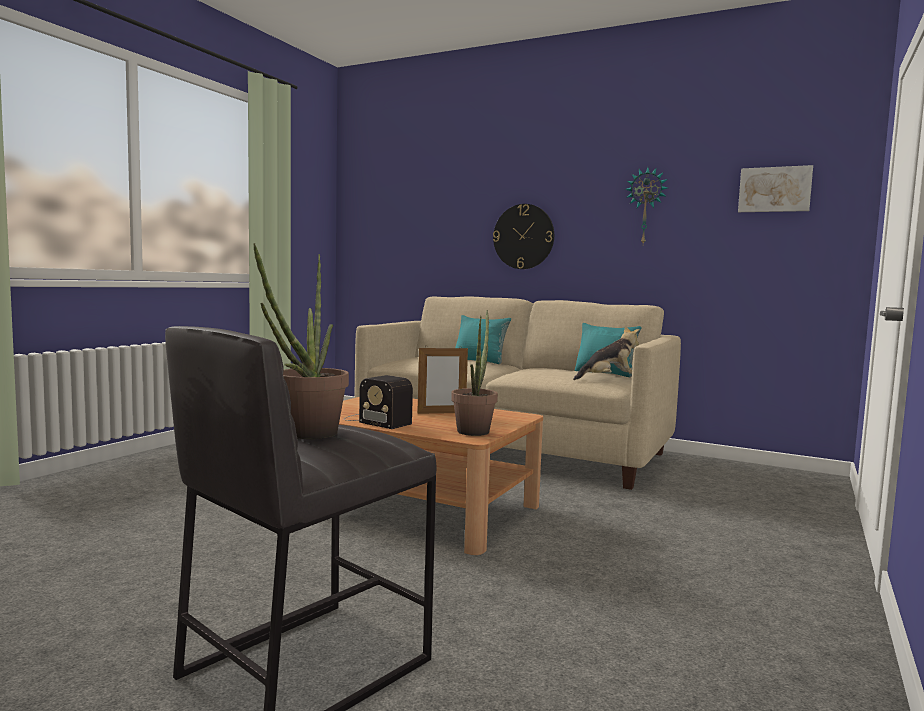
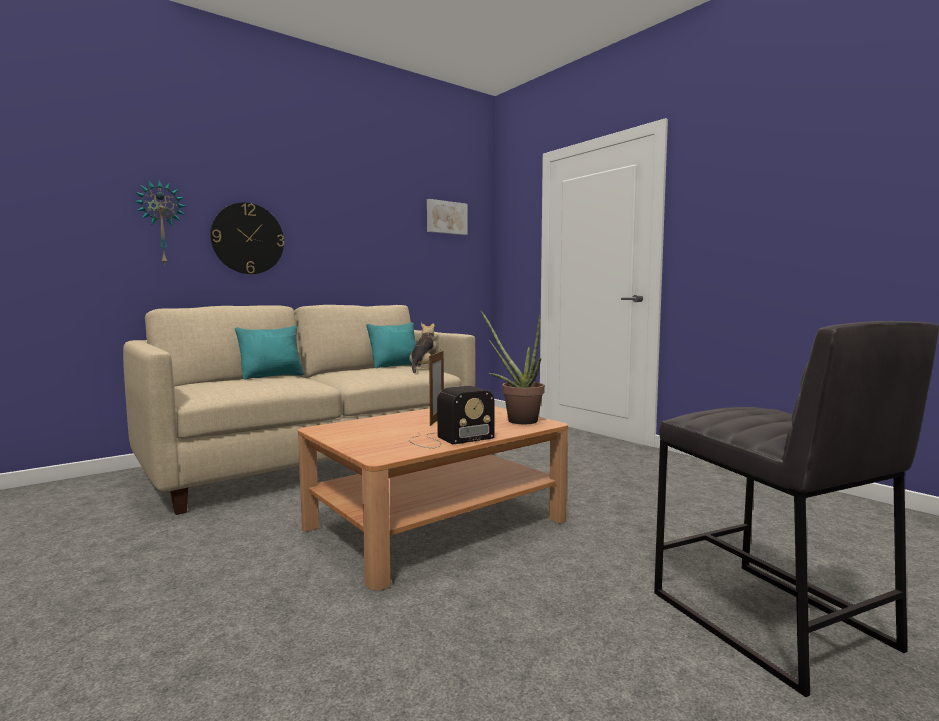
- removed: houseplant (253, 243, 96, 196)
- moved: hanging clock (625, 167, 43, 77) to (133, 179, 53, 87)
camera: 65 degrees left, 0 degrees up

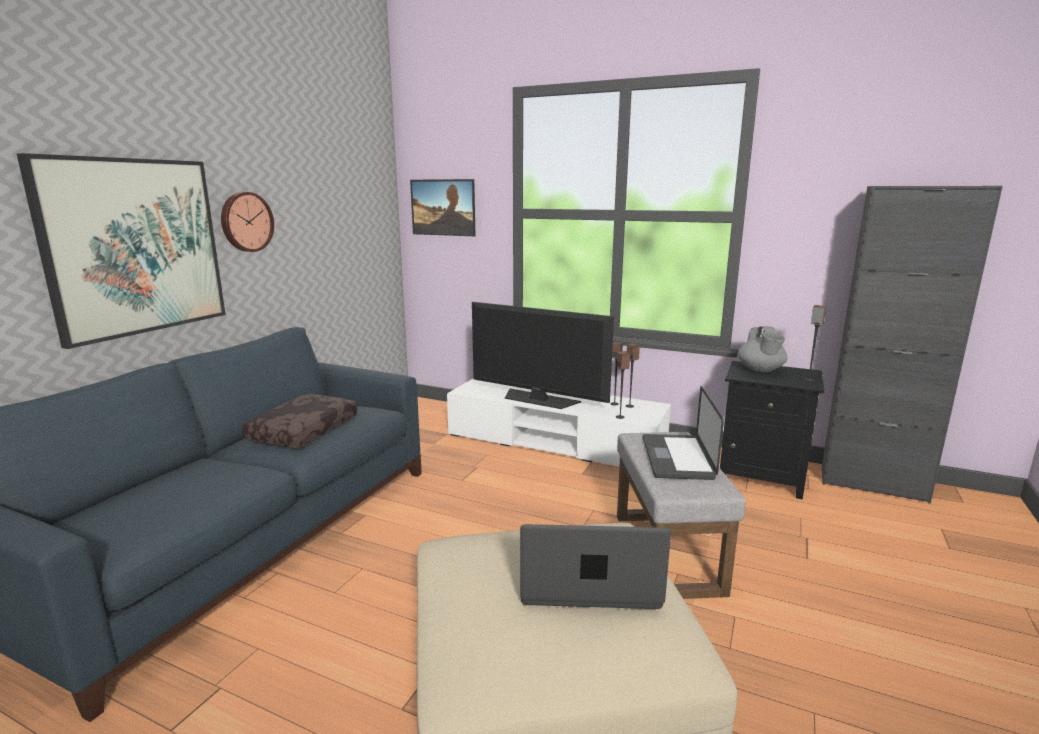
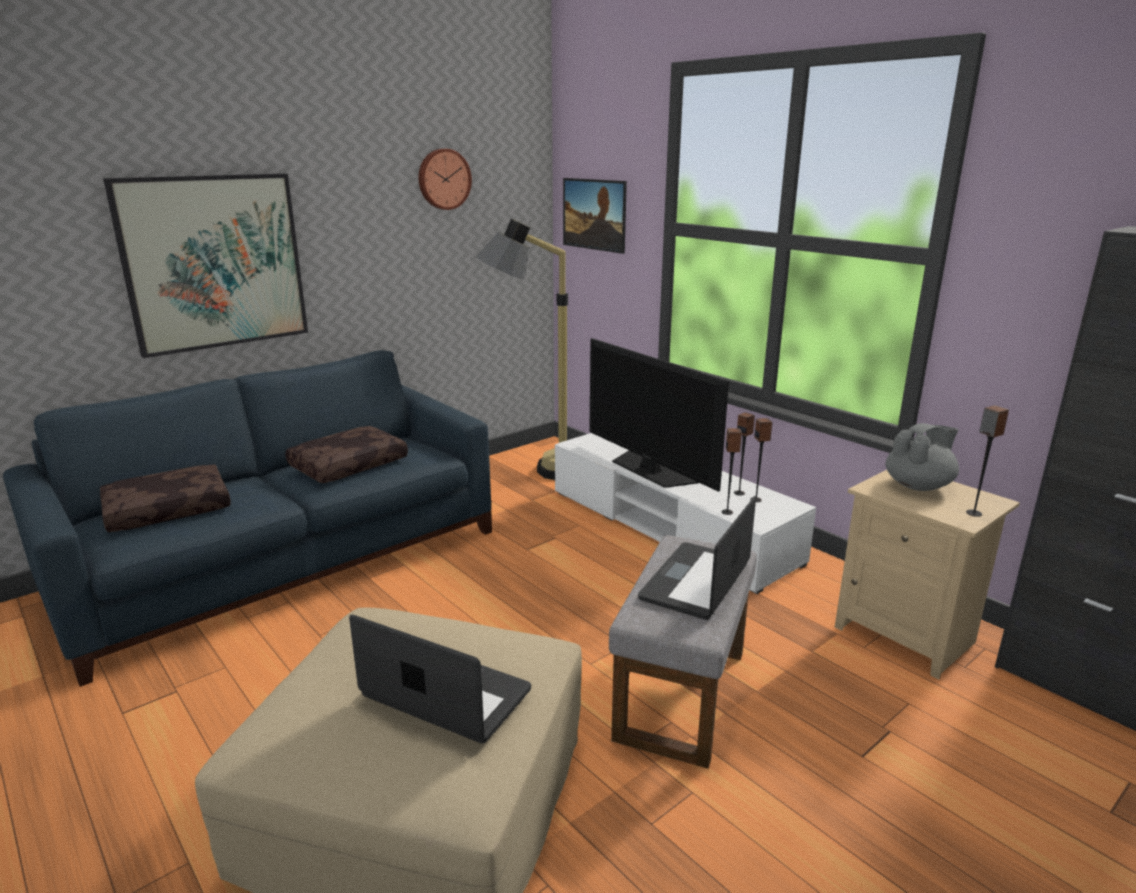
- added: brown-coloured pillow (100, 464, 131, 68)
- added: standard lamp (476, 219, 92, 261)
- moved: hanging clock (221, 192, 53, 60) to (419, 149, 53, 61)
- recoloured: black night table (720, 361, 104, 139) to beige-coloured night table (835, 470, 185, 209)
- turned: greyish teapot (738, 326, 49, 47) = (886, 423, 73, 68) 150 degrees counterclockwise
camera: 25 degrees right, 5 degrees up

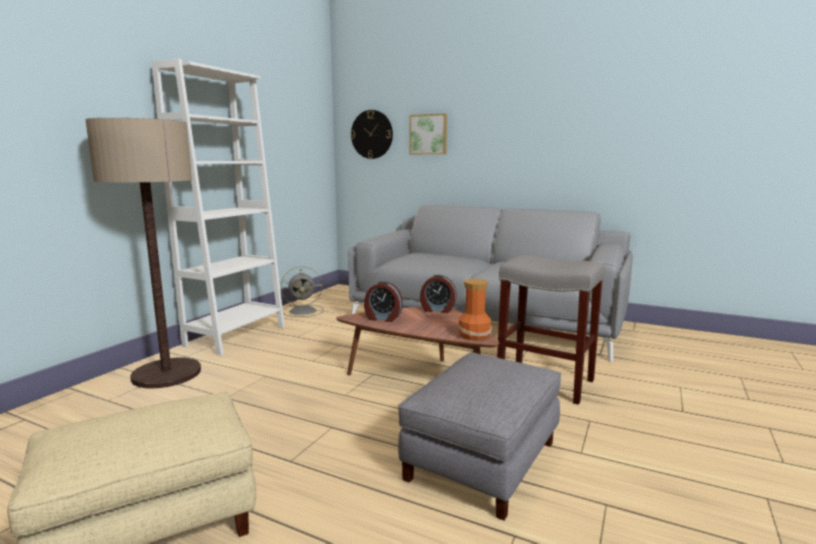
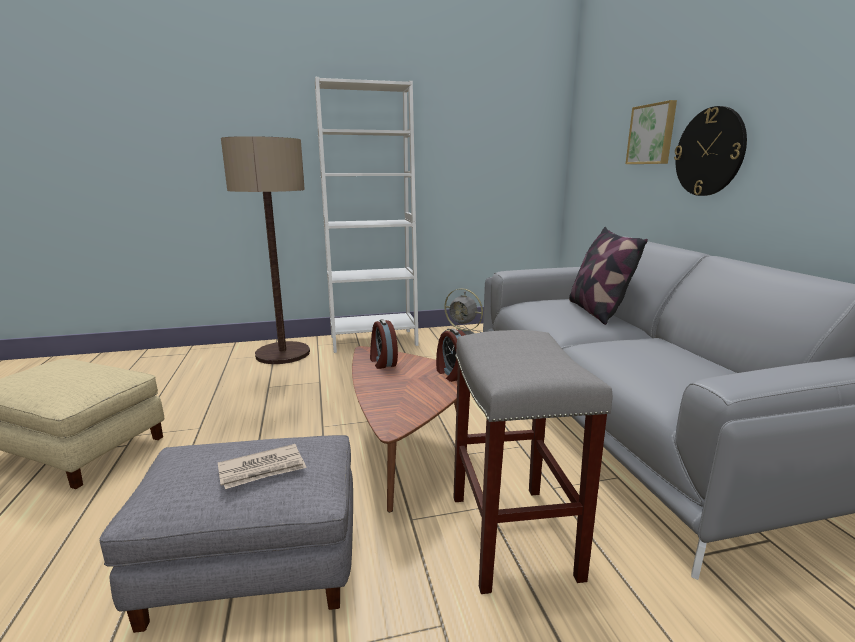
- removed: flower vase (458, 279, 34, 61)
- added: printed paper (218, 444, 89, 45)
- added: pillow (569, 227, 79, 98)
- moved: hanging clock (350, 110, 43, 49) to (674, 106, 73, 90)
camera: 50 degrees right, 5 degrees up

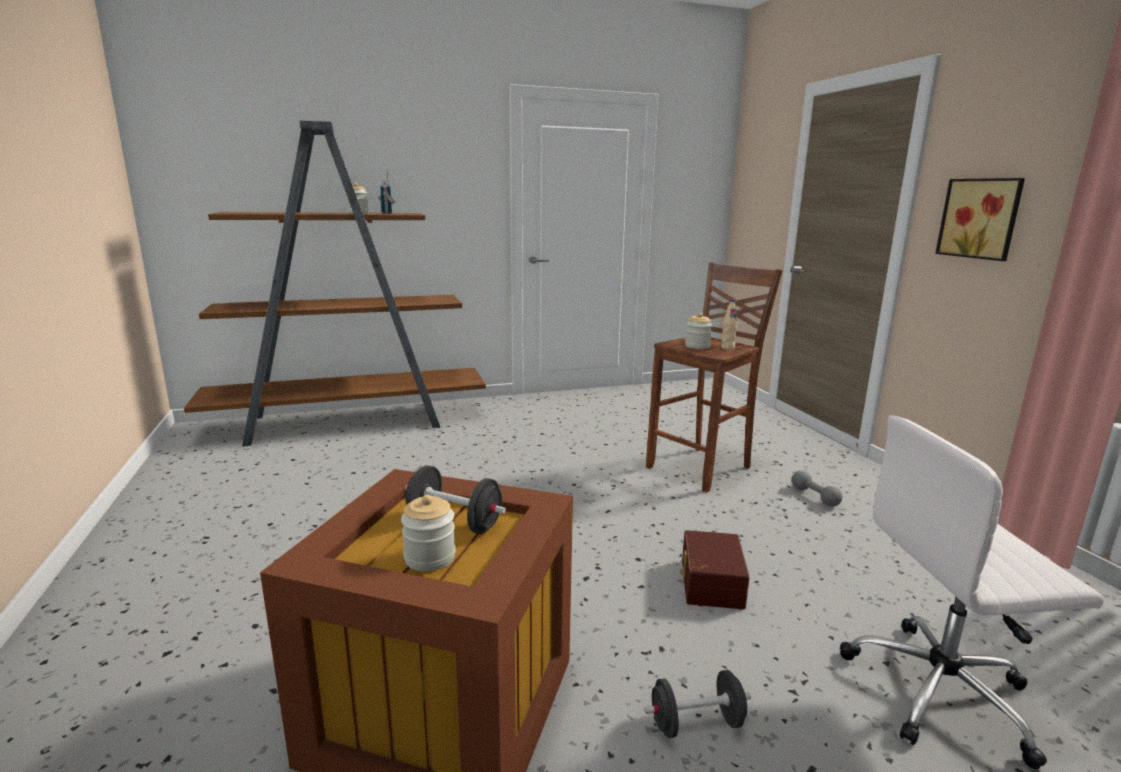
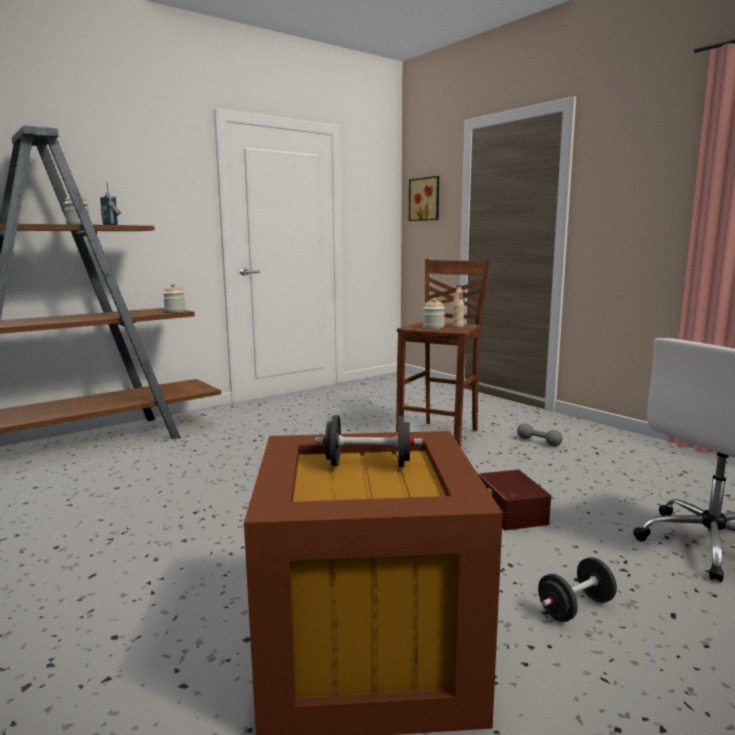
- moved: jar (401, 495, 55, 76) to (163, 283, 22, 29)
- moved: wall picture (935, 178, 90, 83) to (409, 176, 30, 45)
camera: 20 degrees left, 5 degrees down

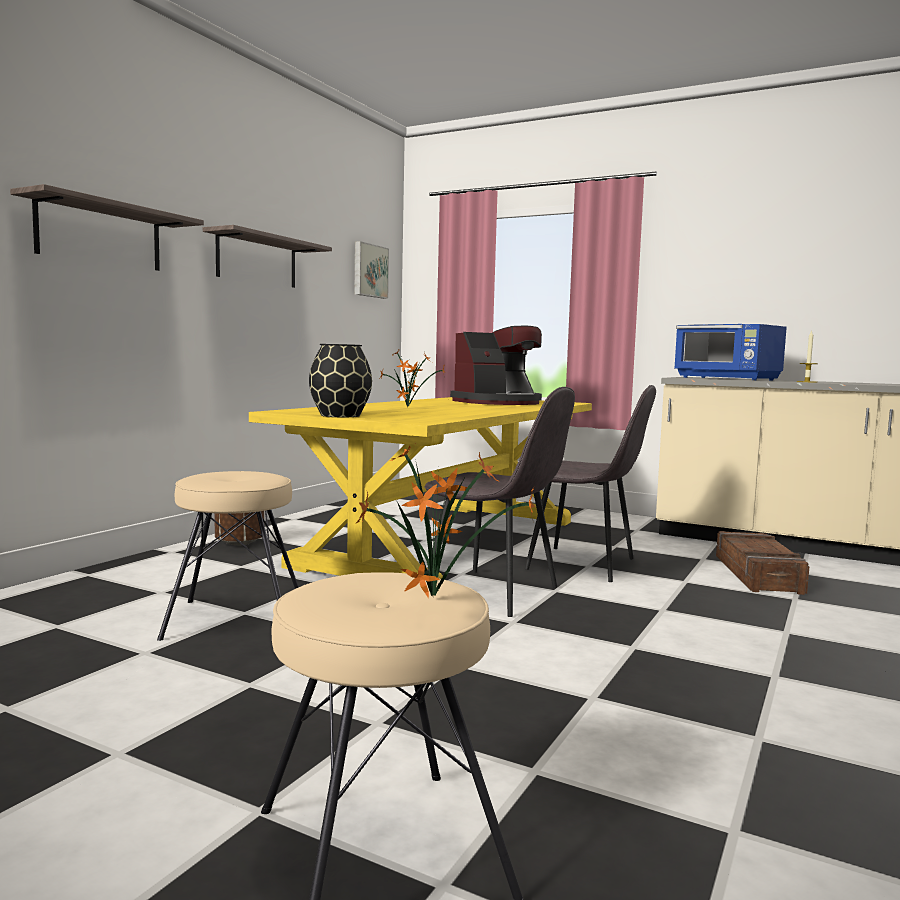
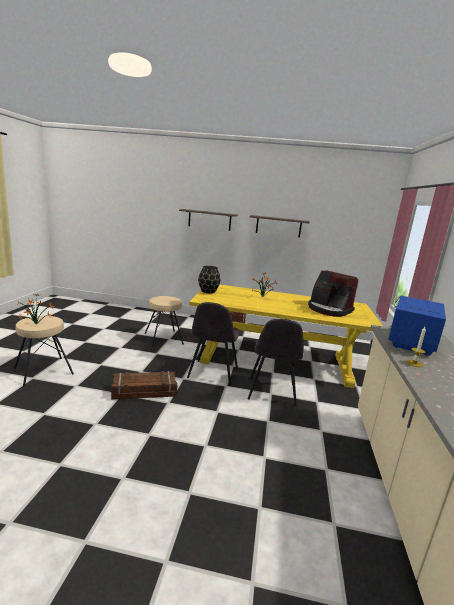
- removed: wall picture (355, 241, 34, 58)
- moved: shipping crate (716, 531, 93, 64) to (111, 371, 66, 29)
camera: 70 degrees right, 10 degrees up

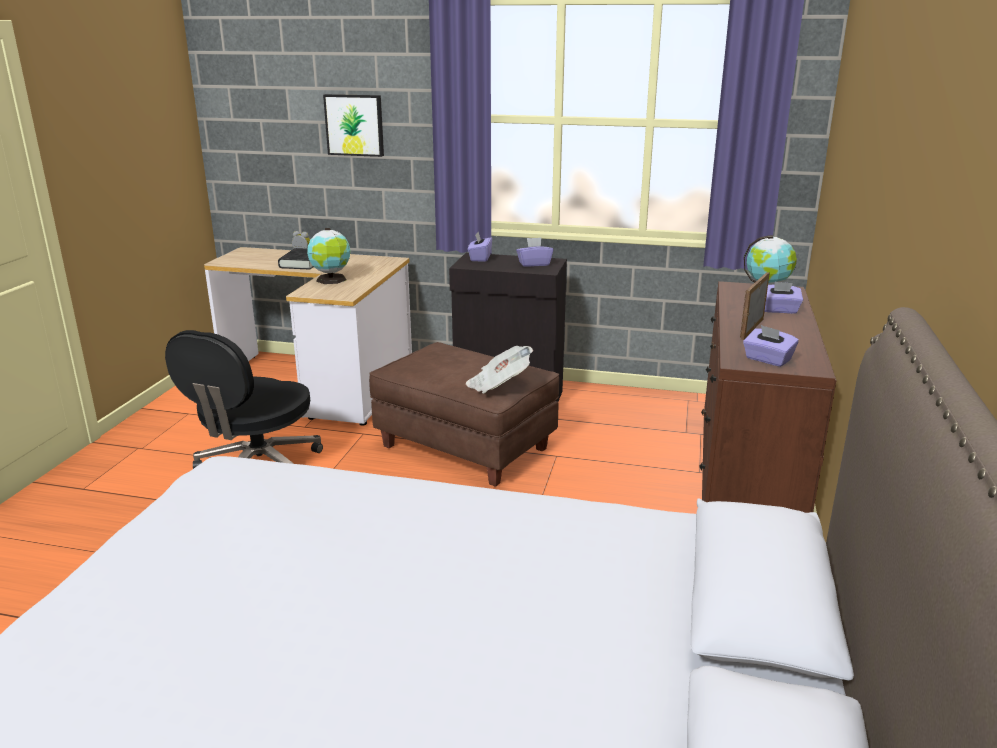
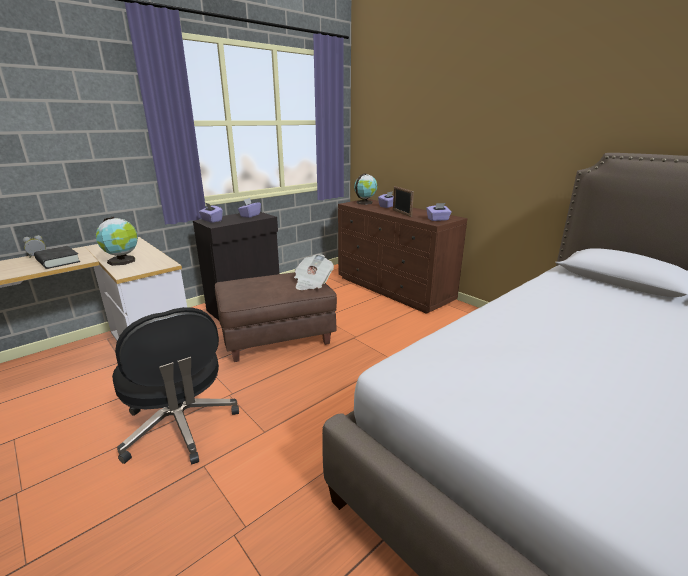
- removed: wall picture (323, 94, 61, 63)
camera: 55 degrees left, 0 degrees up

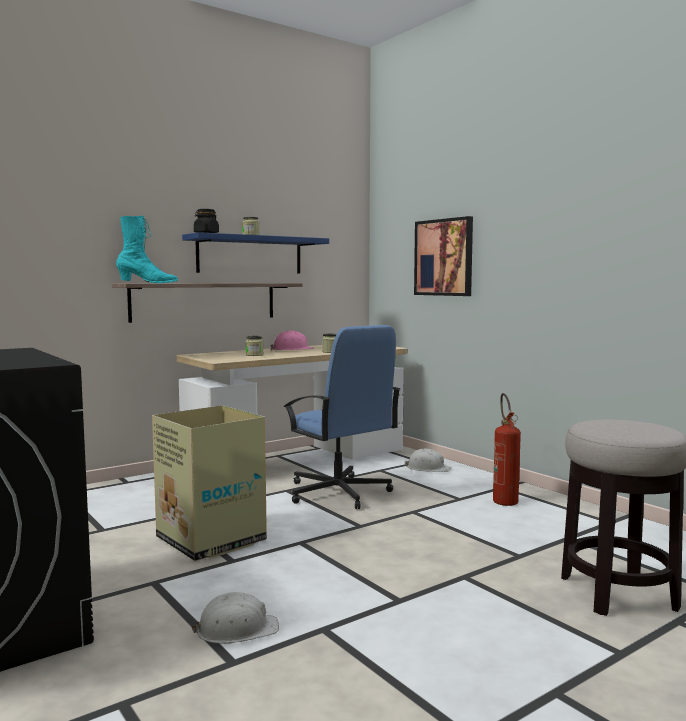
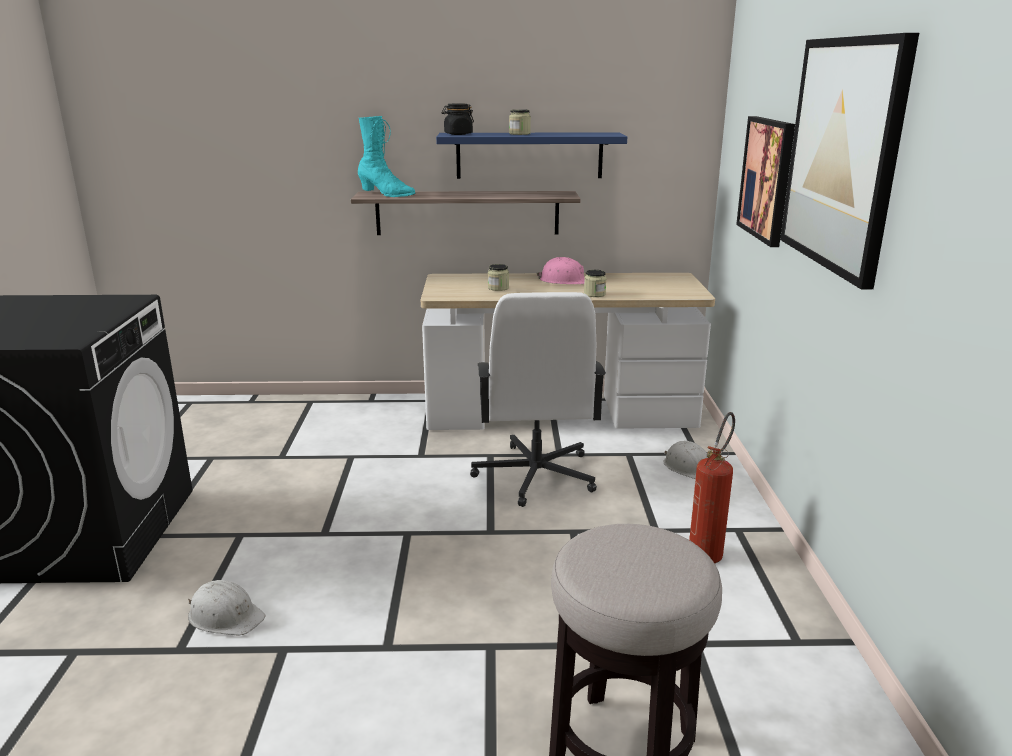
- removed: cardboard box (152, 405, 115, 156)
- added: wall picture (780, 33, 139, 256)
- recoloured: blue desk chair (283, 325, 117, 184) to whitish desk chair (470, 292, 136, 215)
camera: 35 degrees right, 15 degrees up

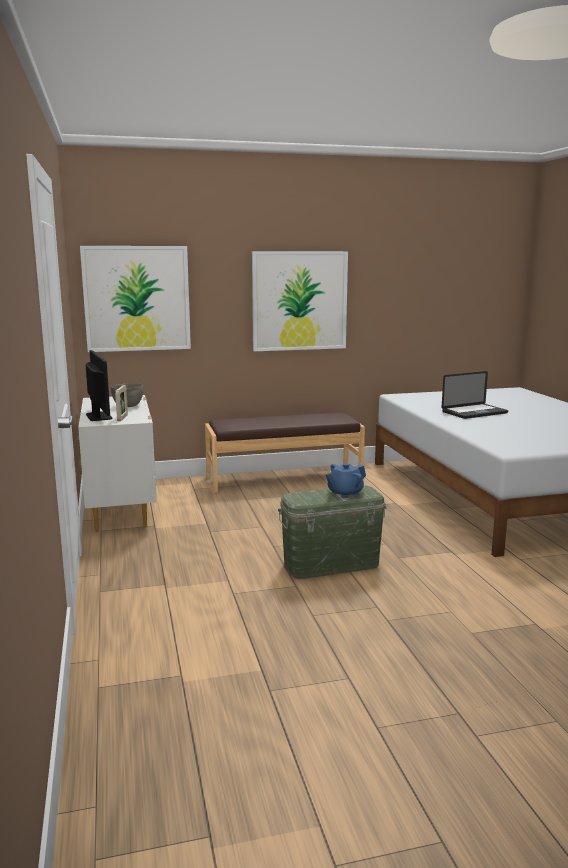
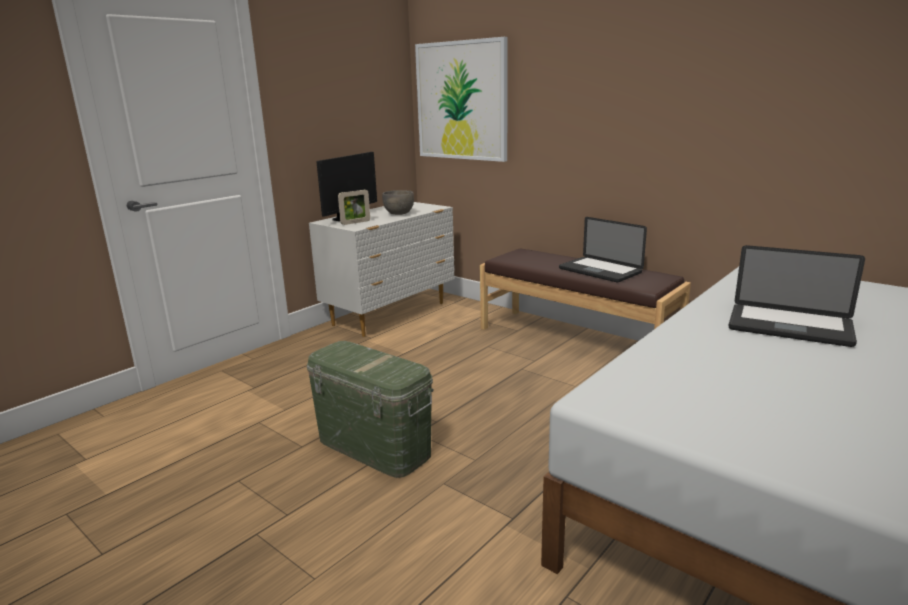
- removed: wall picture (252, 251, 96, 100)
- removed: blue teapot (326, 463, 40, 35)
- added: laptop (559, 217, 88, 65)
camera: 55 degrees right, 5 degrees up

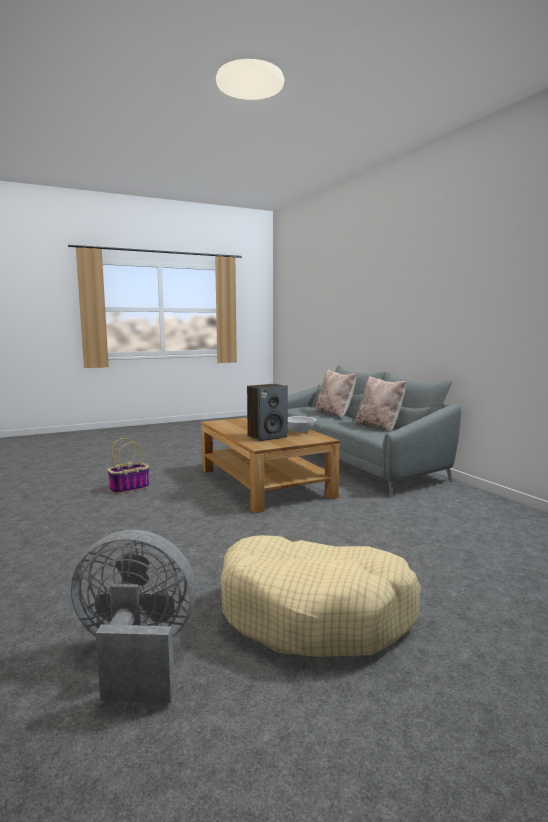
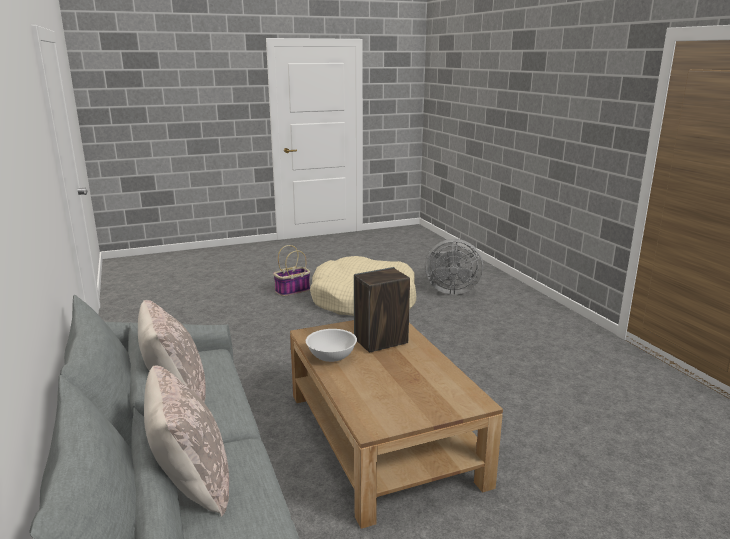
- moved: household basket (107, 438, 42, 56) to (273, 245, 37, 51)
camera: 175 degrees left, 10 degrees up

